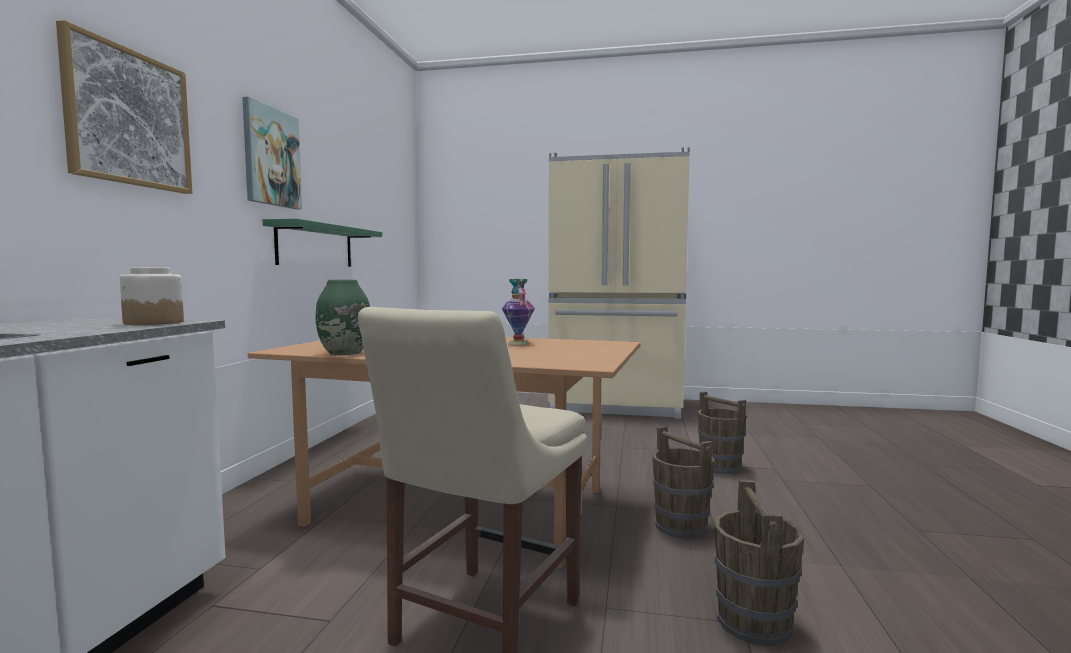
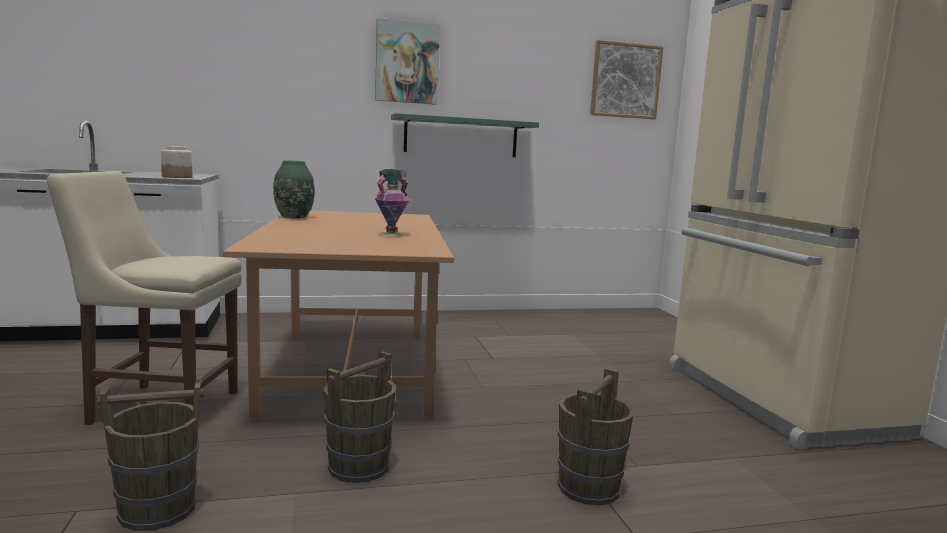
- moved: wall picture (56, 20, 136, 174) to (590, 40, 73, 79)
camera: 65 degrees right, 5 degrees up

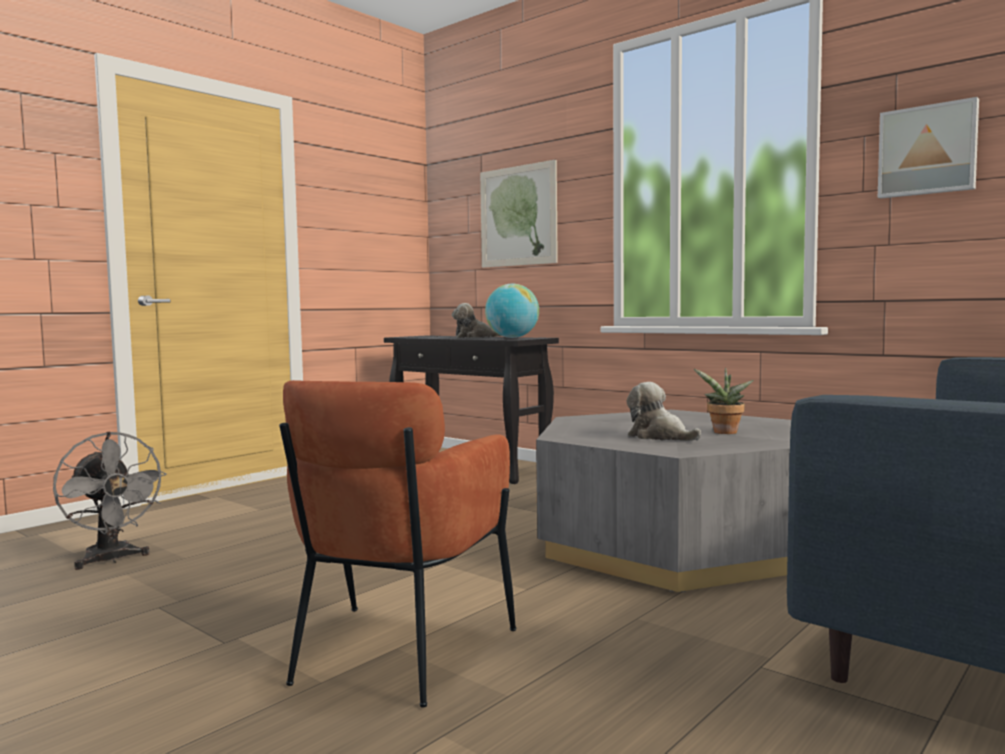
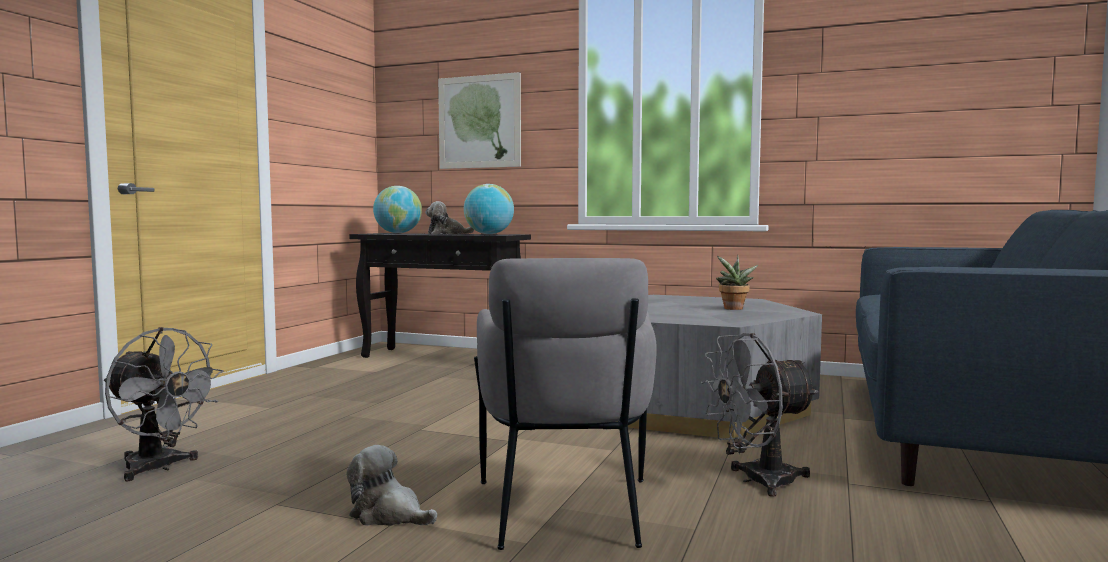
- removed: wall picture (878, 97, 101, 102)
- added: globe (373, 186, 49, 47)
- added: greyish fan (701, 333, 118, 164)
- moved: cuddly toy (626, 382, 75, 59) to (346, 445, 91, 81)
- recoloured: brown-coloured lounge chair (279, 380, 238, 327) to greyish lounge chair (474, 258, 183, 292)
camera: 20 degrees left, 0 degrees up

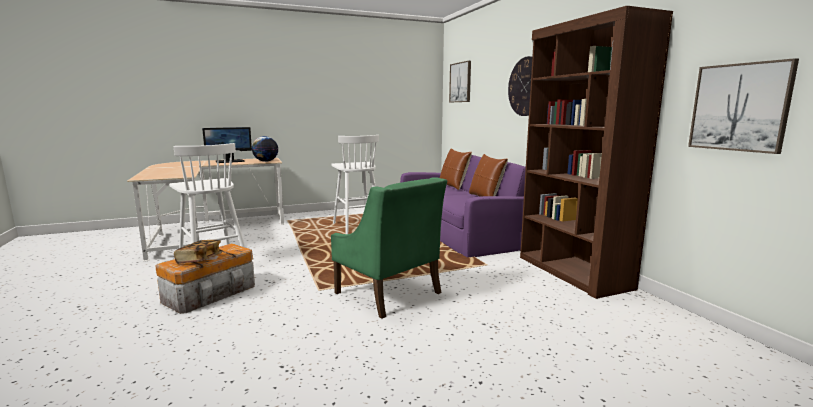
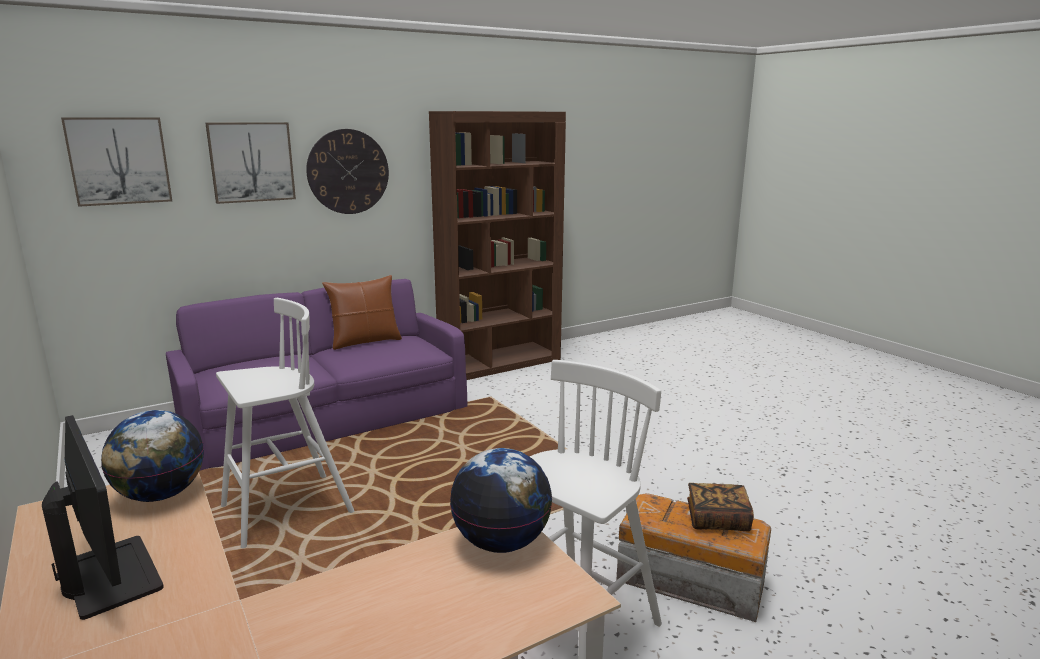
- removed: green lounge chair (331, 177, 116, 141)
- removed: brown-coloured pillow (440, 148, 32, 42)
- added: globe (450, 448, 103, 105)
- moved: wall picture (688, 58, 111, 96) to (205, 122, 91, 82)
camera: 100 degrees left, 5 degrees up

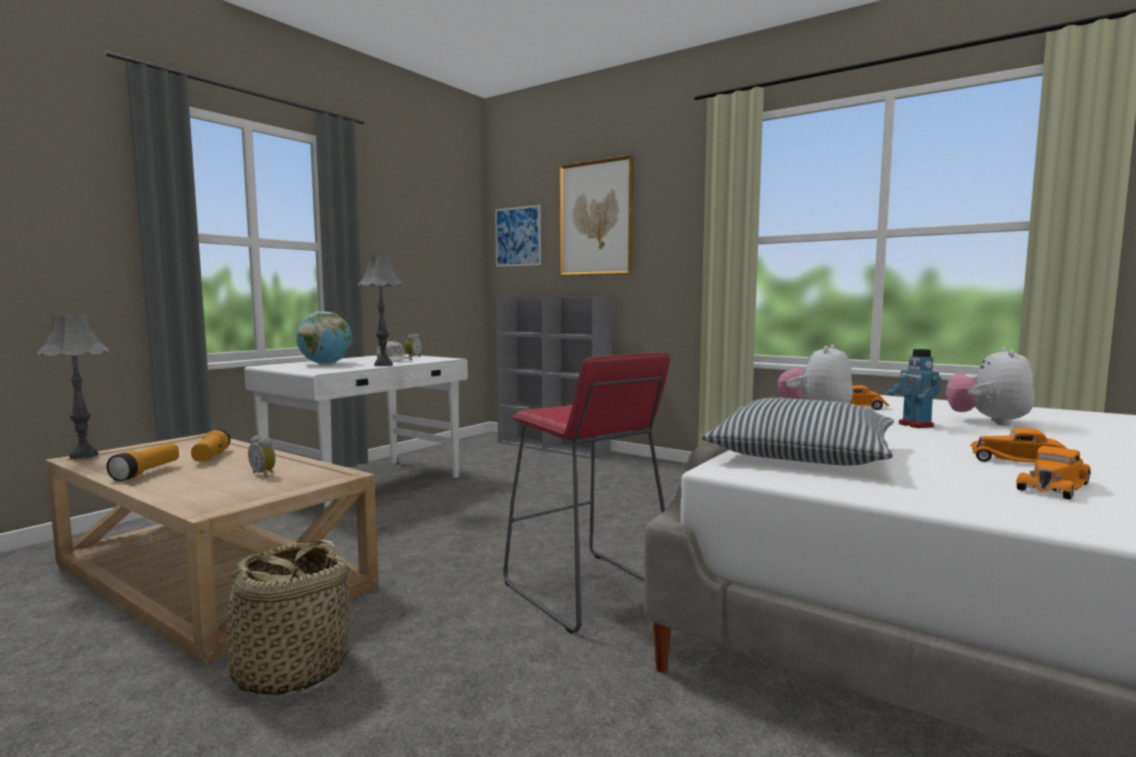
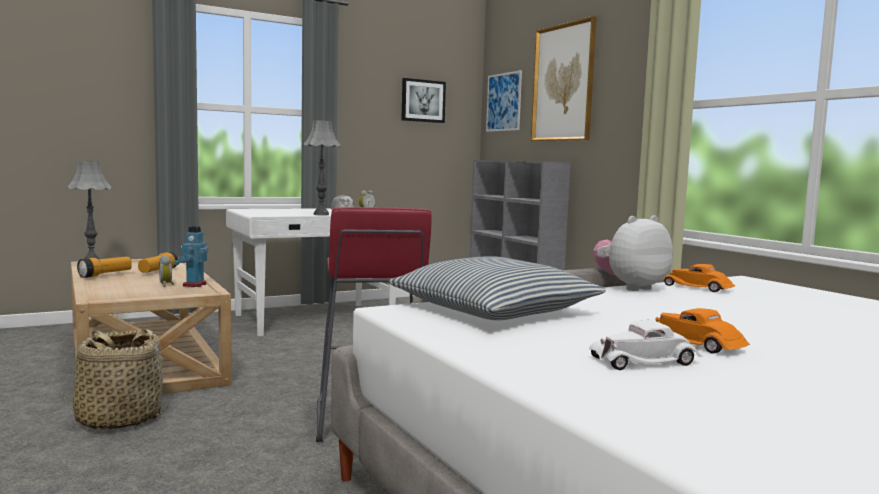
- removed: globe (296, 311, 56, 53)
- removed: cuddly toy (946, 347, 89, 79)
- added: wall picture (401, 78, 45, 45)
- moved: model robot (888, 349, 53, 79) to (174, 226, 34, 61)
- recoloured: orange toy car (1016, 446, 75, 53) to whitish toy car (589, 320, 113, 50)
camera: 25 degrees right, 0 degrees up

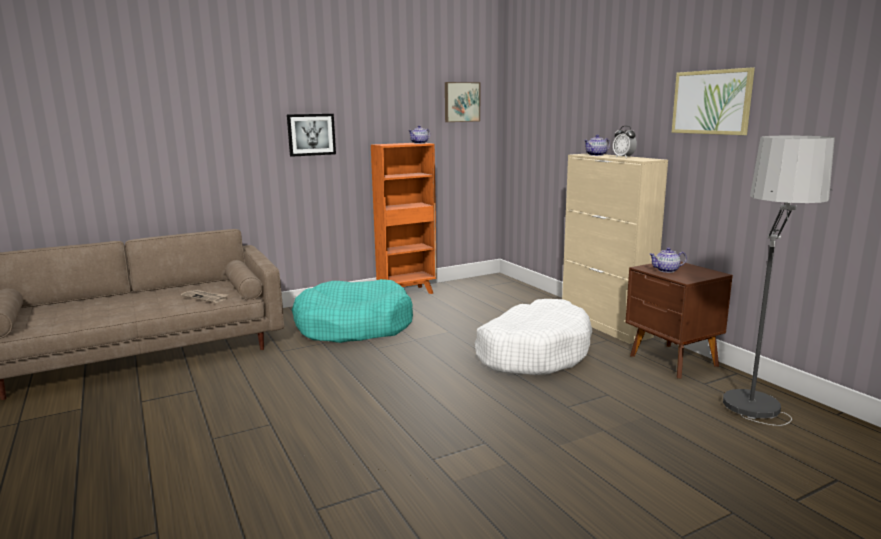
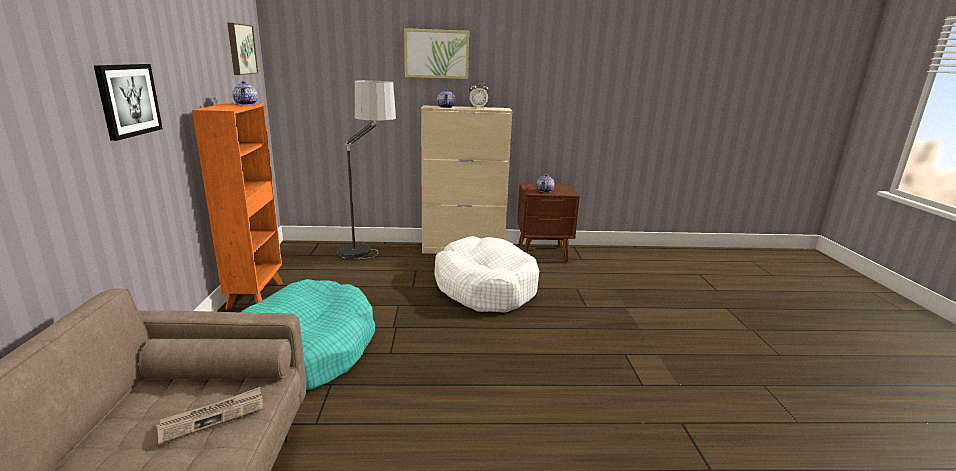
- moved: wall picture (672, 67, 83, 68) to (404, 28, 65, 51)
- moved: standard lamp (723, 136, 112, 290) to (337, 80, 59, 179)
camera: 65 degrees left, 5 degrees up

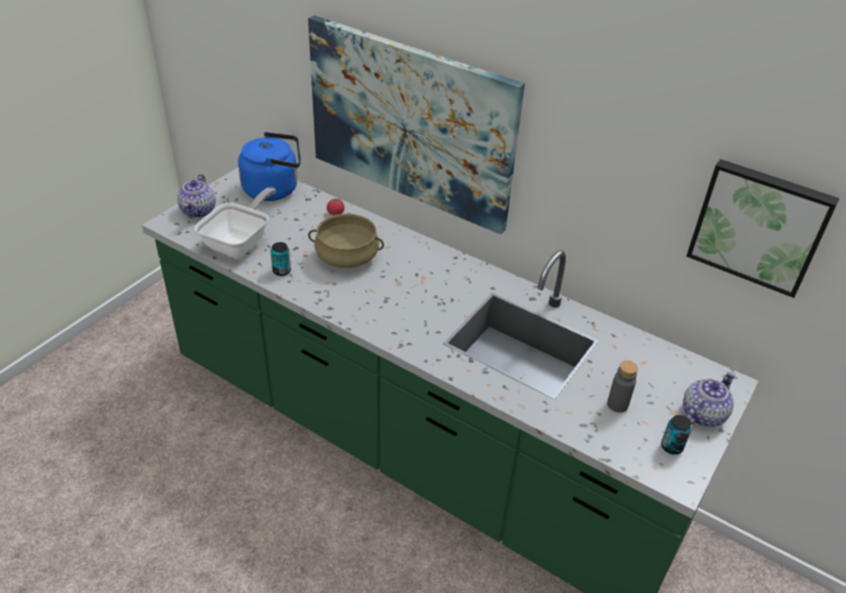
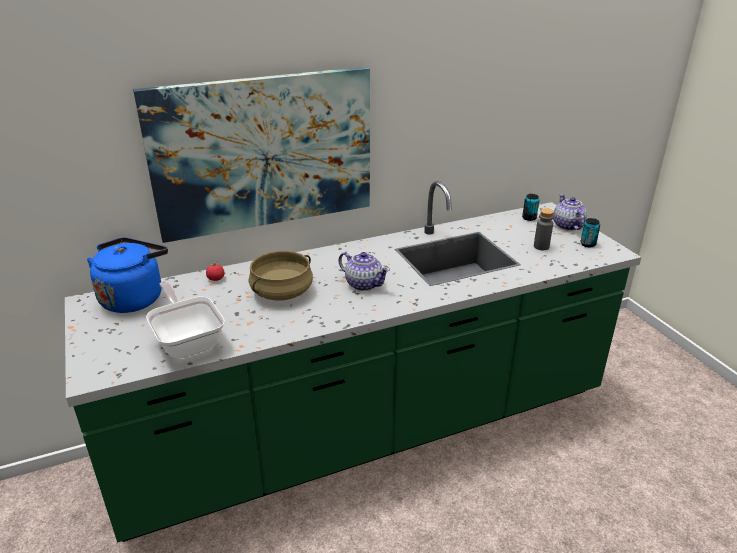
- removed: wall picture (686, 159, 154, 139)
- moved: teapot (177, 174, 39, 44) to (338, 252, 52, 39)
- moved: can (270, 242, 21, 34) to (522, 194, 17, 27)
camera: 55 degrees left, 10 degrees down

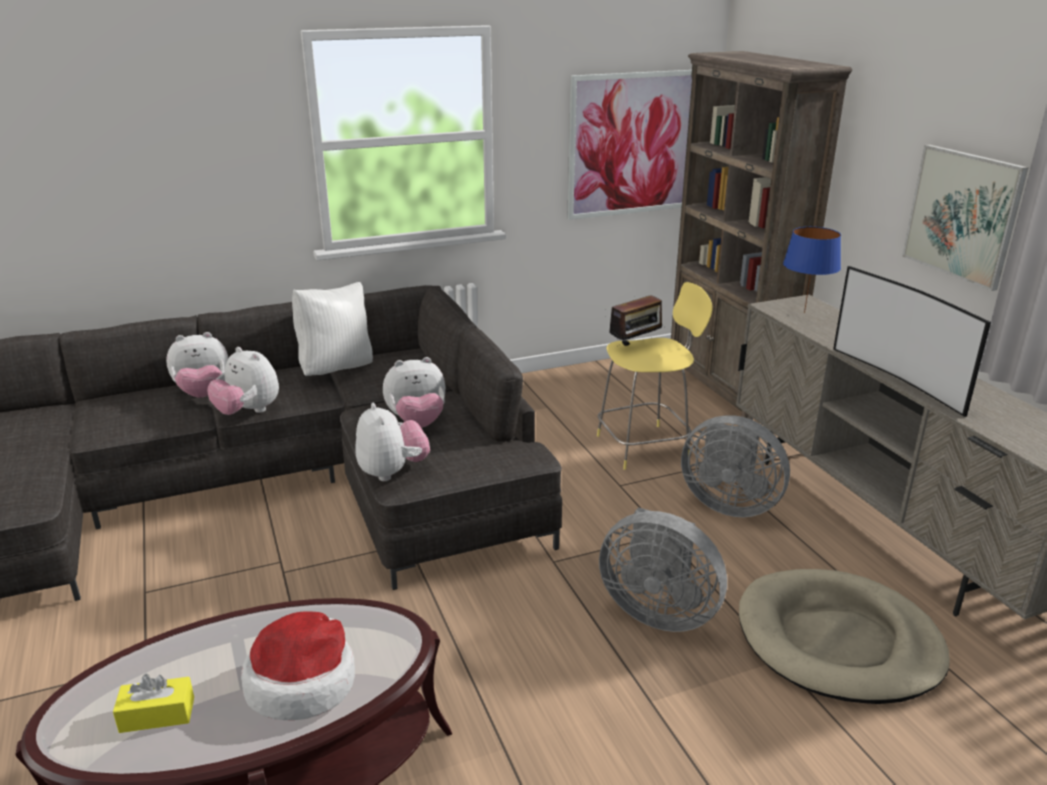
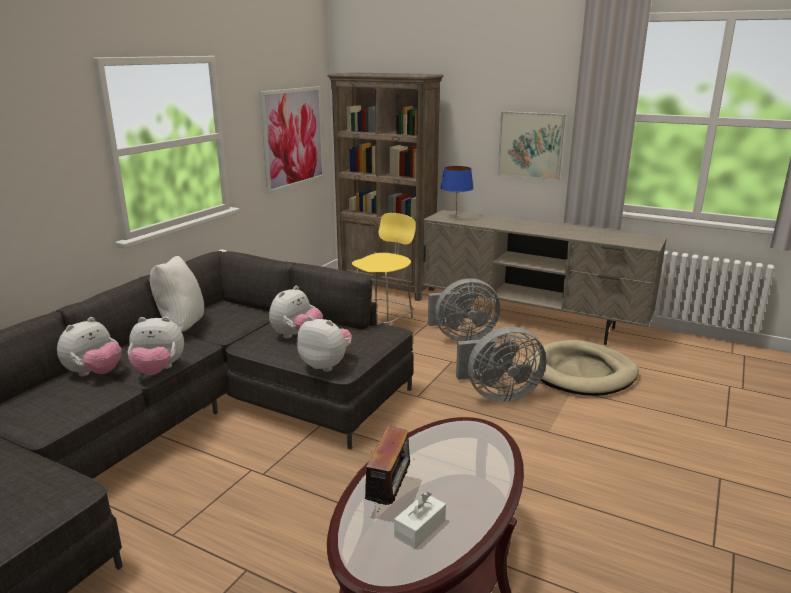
- removed: hat (241, 612, 114, 108)
- removed: TV set (833, 266, 158, 151)
- moved: radio set (610, 295, 54, 51) to (365, 426, 50, 86)
- recoloured: yellow tissue holder (113, 674, 81, 59) to whitish tissue holder (394, 492, 52, 57)
camera: 40 degrees left, 5 degrees down

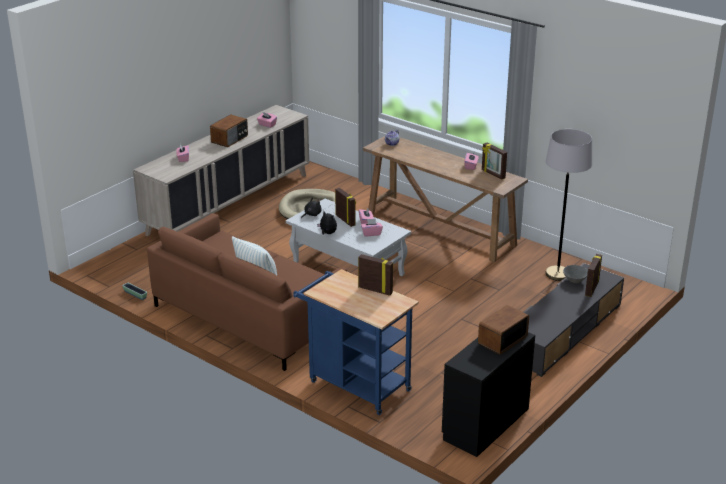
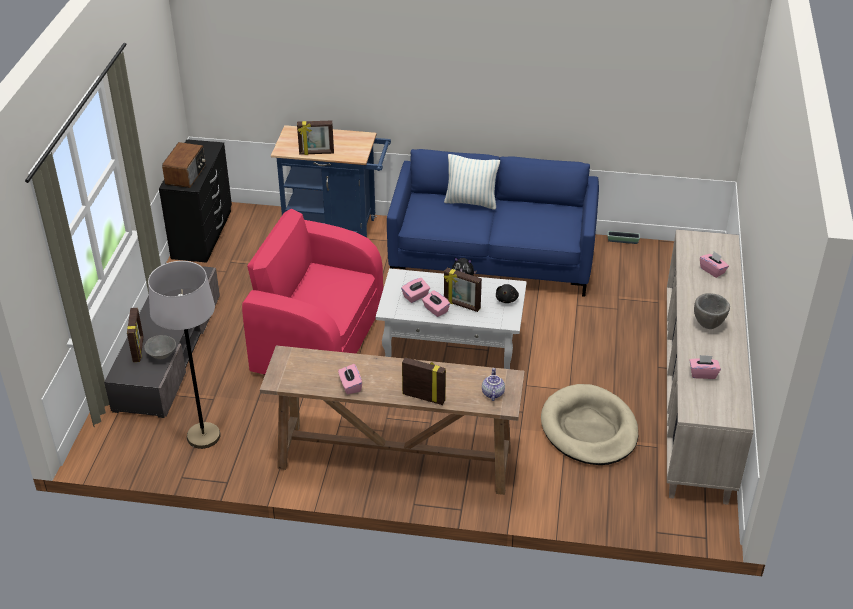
- added: pinkish lounge chair (242, 209, 141, 166)
- moved: photo frame (482, 143, 25, 37) to (402, 357, 44, 48)
- replaced: radio set (210, 115, 38, 32) to greyish deep dish (694, 293, 36, 36)
- recoloured: brown-coloured settee (147, 213, 200, 158) to blue settee (387, 149, 212, 148)
camera: 150 degrees right, 10 degrees up

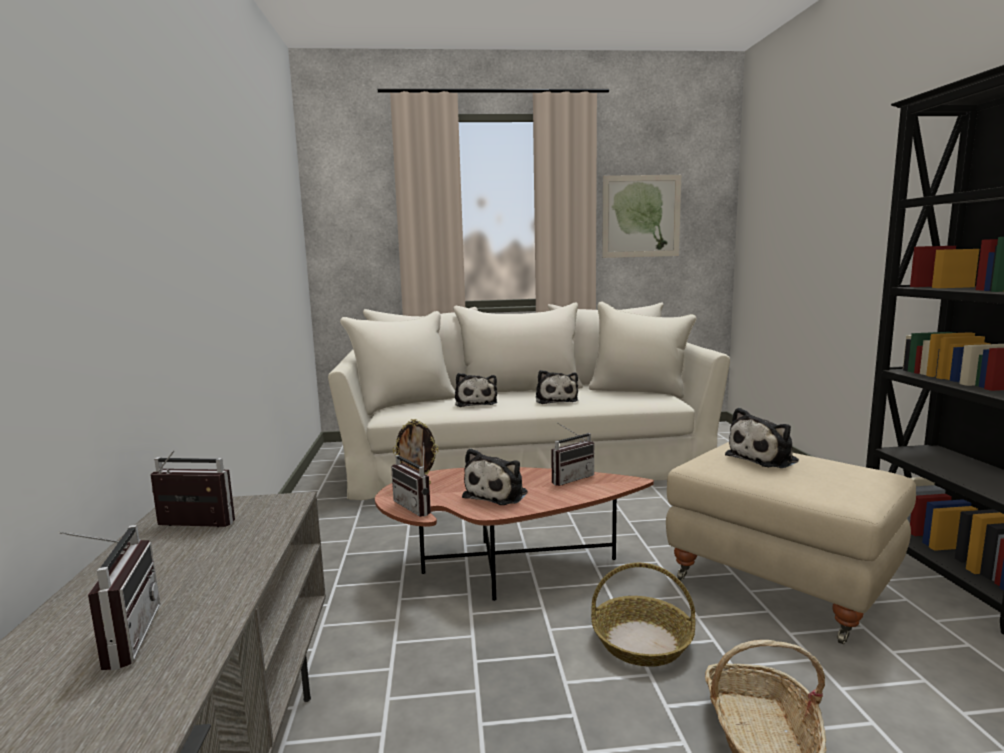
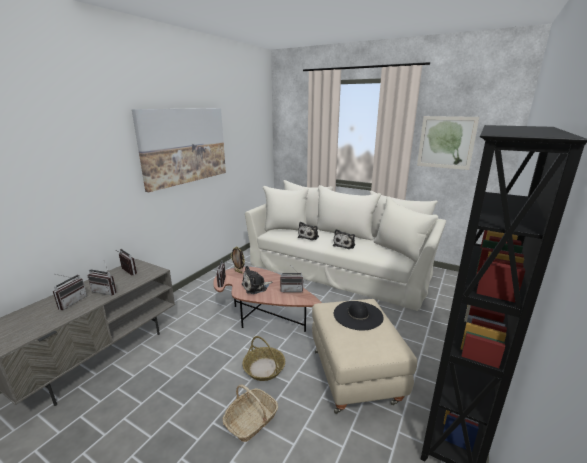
- added: radio set (88, 262, 29, 33)
- added: wall picture (132, 108, 94, 84)
- replaced: cuddly toy (725, 408, 74, 60) to black hat (334, 301, 50, 30)
camera: 35 degrees right, 10 degrees up

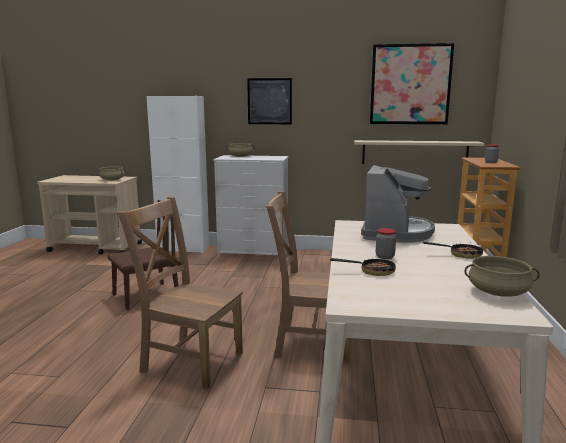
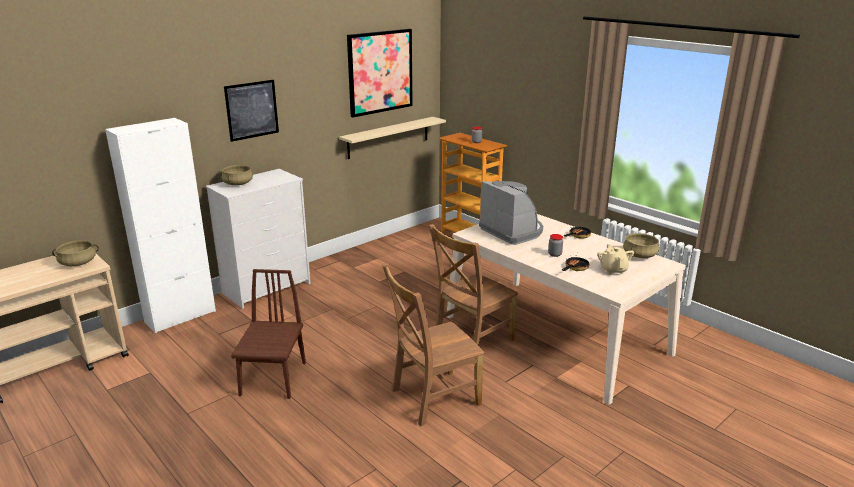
- added: beige-coloured teapot (597, 244, 37, 30)
camera: 50 degrees left, 10 degrees up

